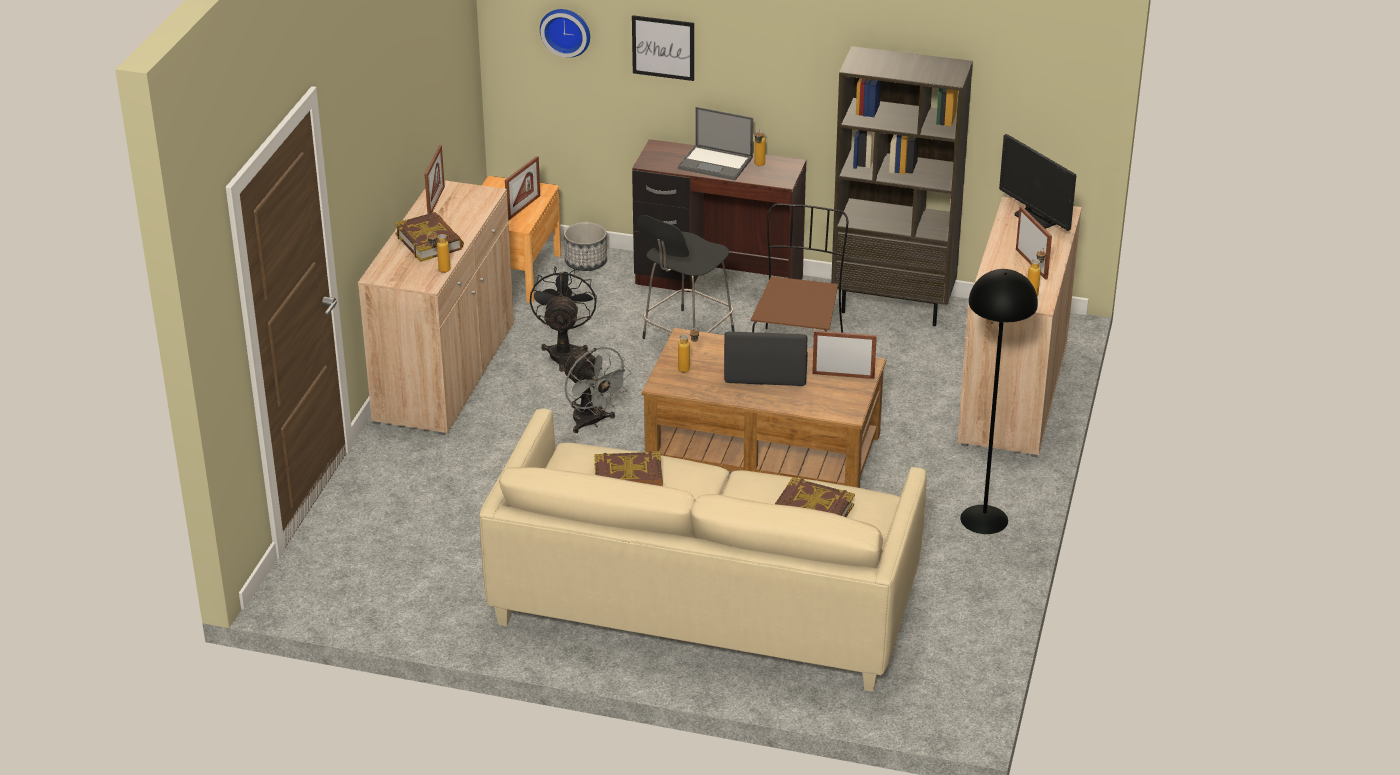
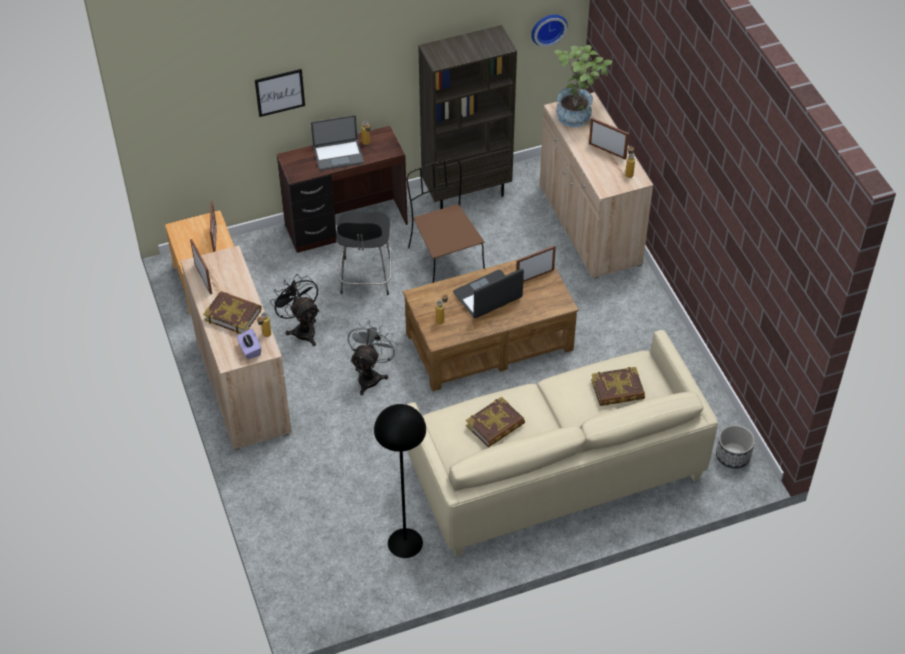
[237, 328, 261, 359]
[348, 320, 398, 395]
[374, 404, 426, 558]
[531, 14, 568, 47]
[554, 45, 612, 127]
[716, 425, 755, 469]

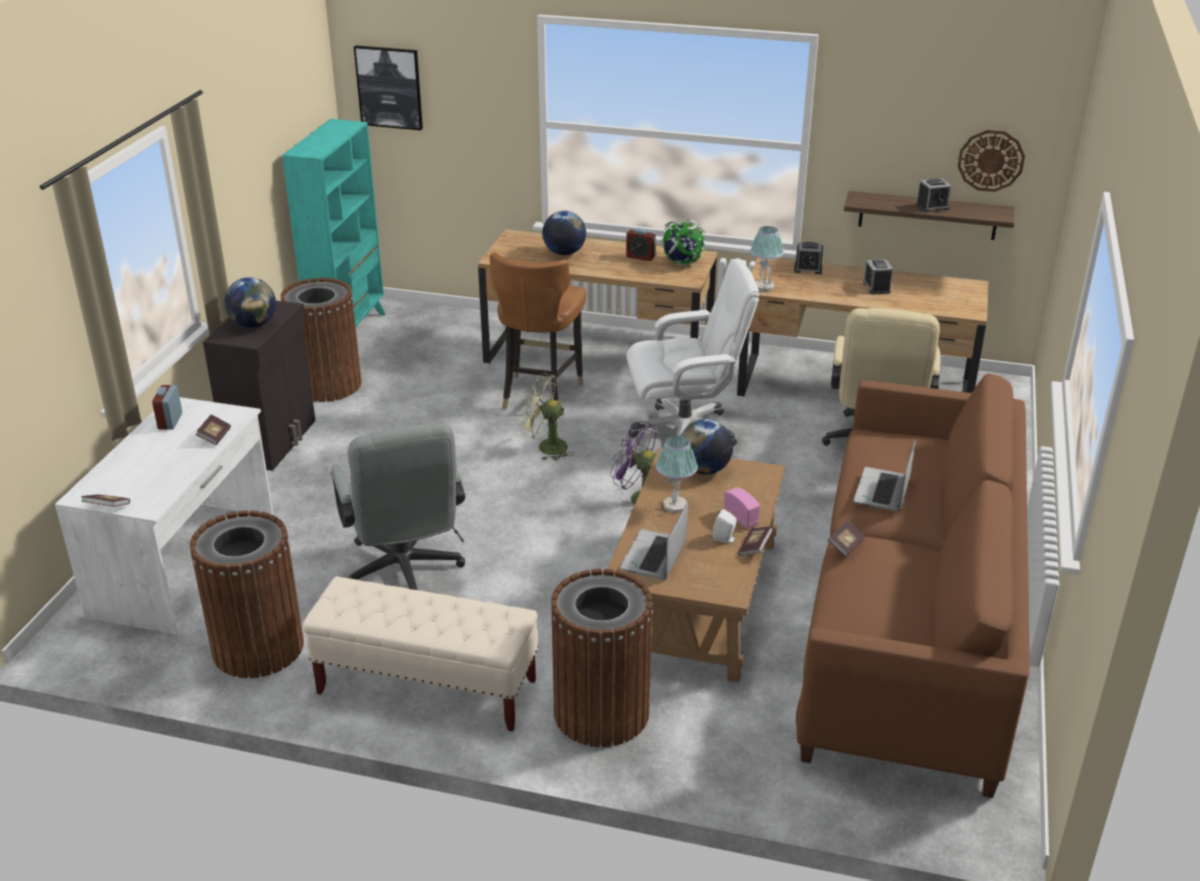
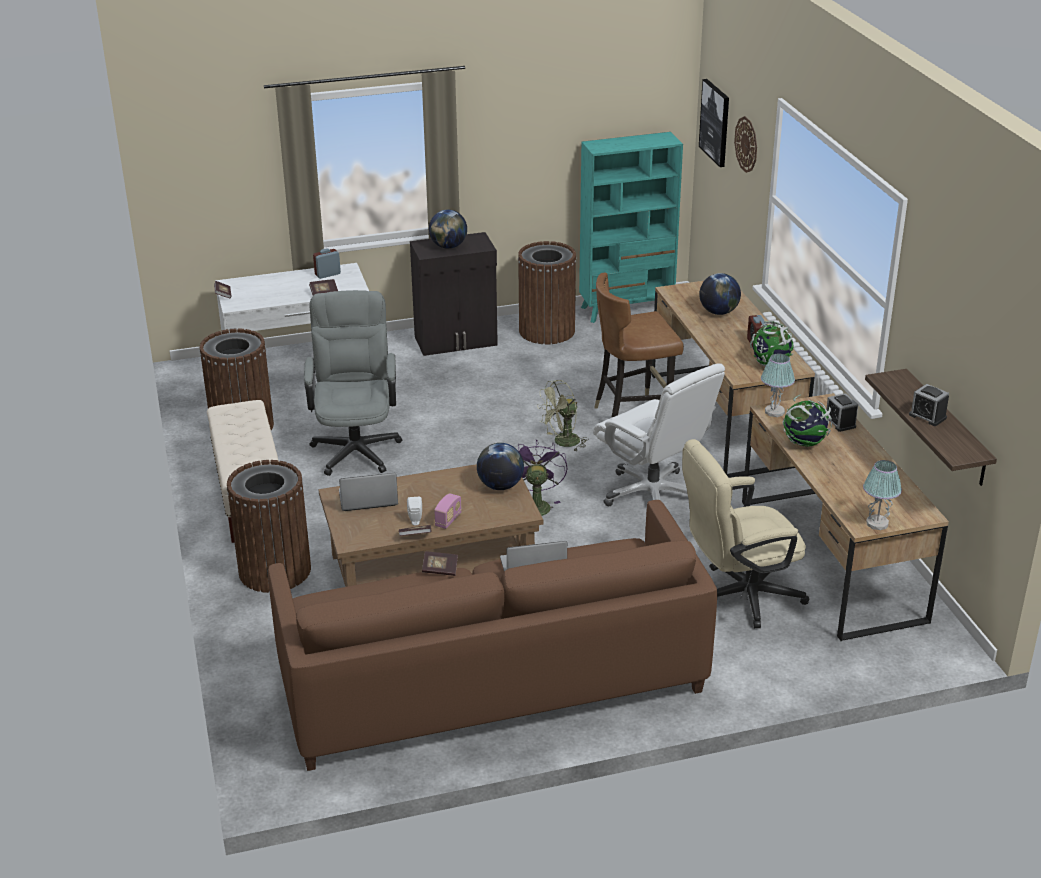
[304, 290, 402, 476]
[537, 380, 589, 452]
[734, 116, 757, 173]
[783, 395, 832, 447]
[863, 460, 902, 530]
[863, 259, 893, 295] (first image)

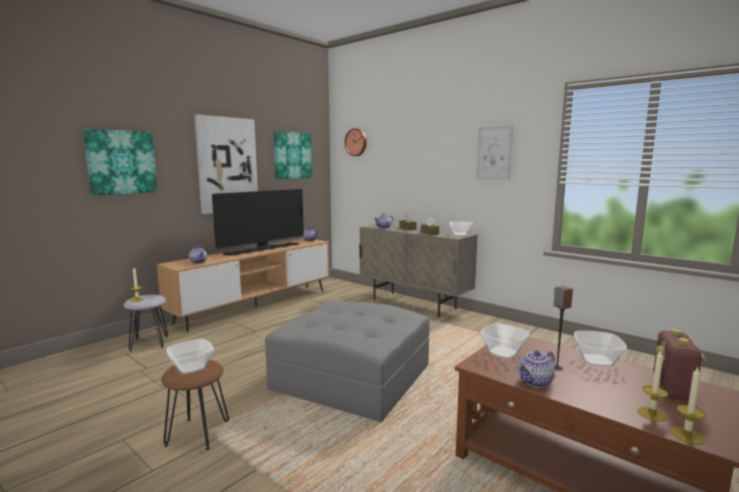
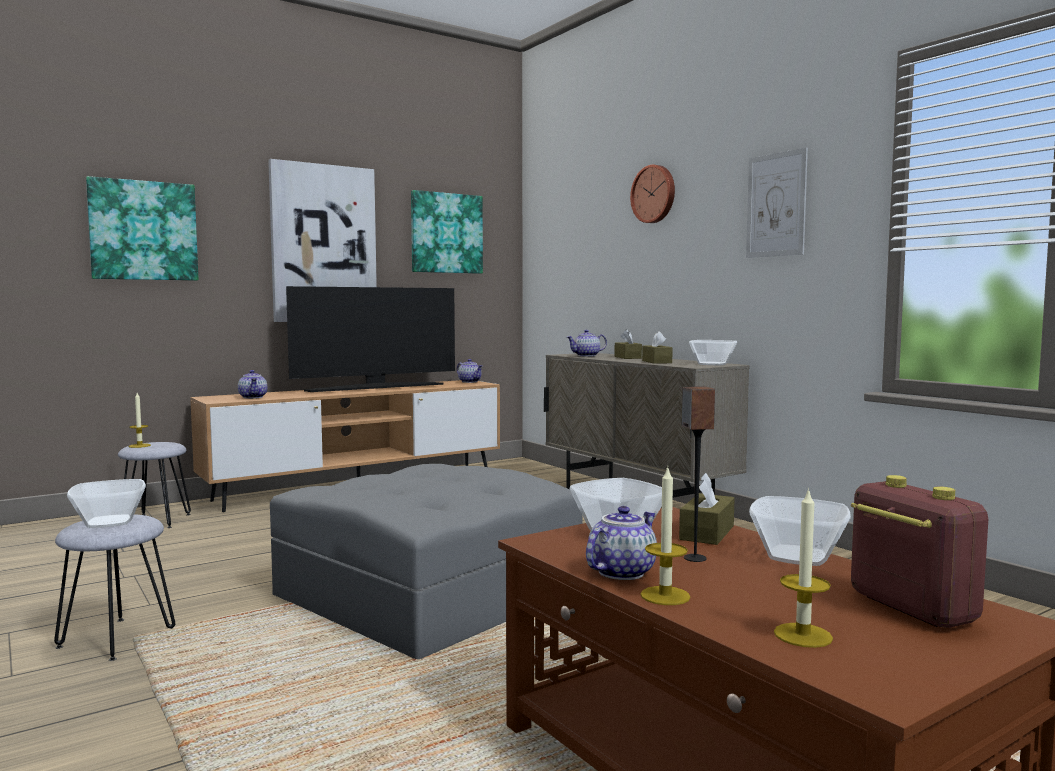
[54, 514, 175, 661]
[586, 506, 657, 580]
[630, 165, 675, 223]
[640, 467, 691, 605]
[679, 473, 735, 545]
[851, 475, 988, 628]

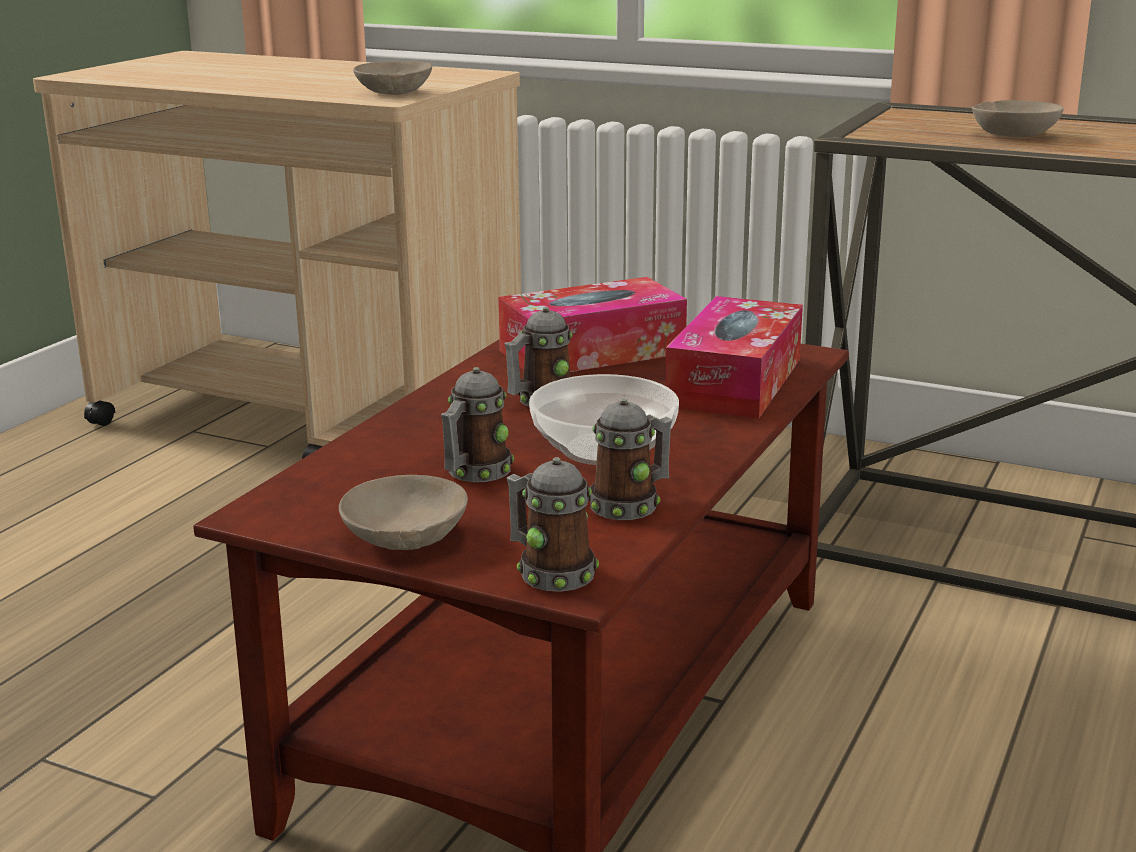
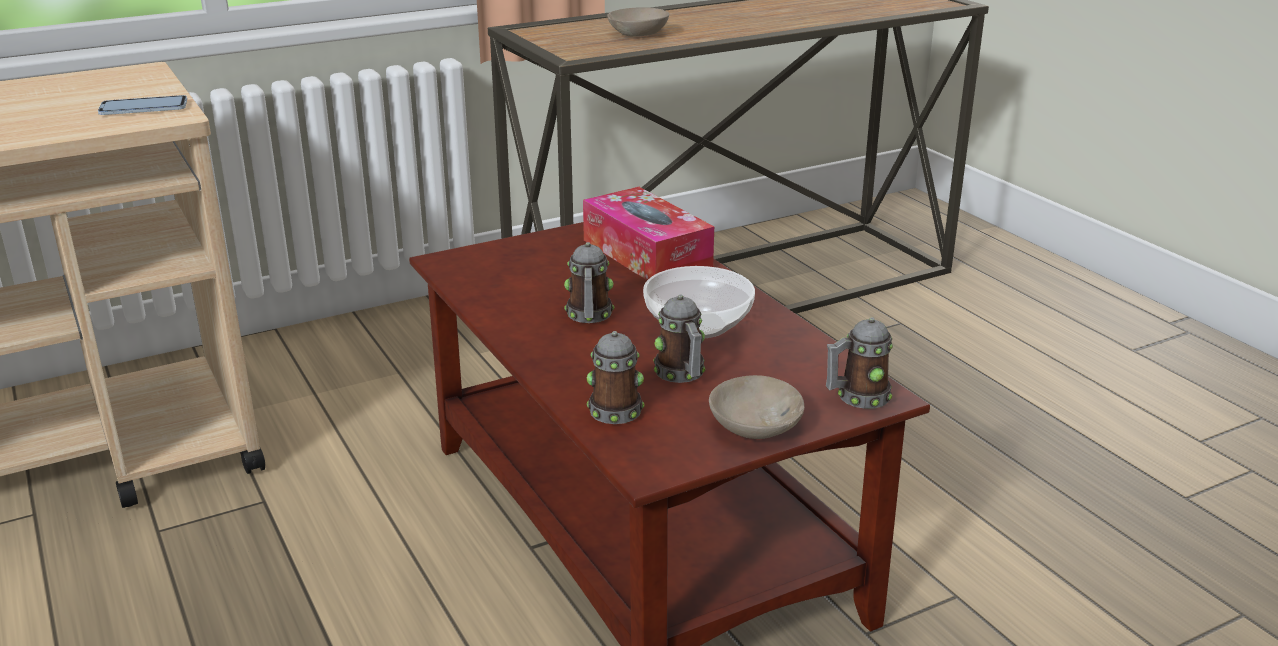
[98, 95, 187, 115]
[586, 331, 645, 424]
[498, 277, 687, 372] (first image)

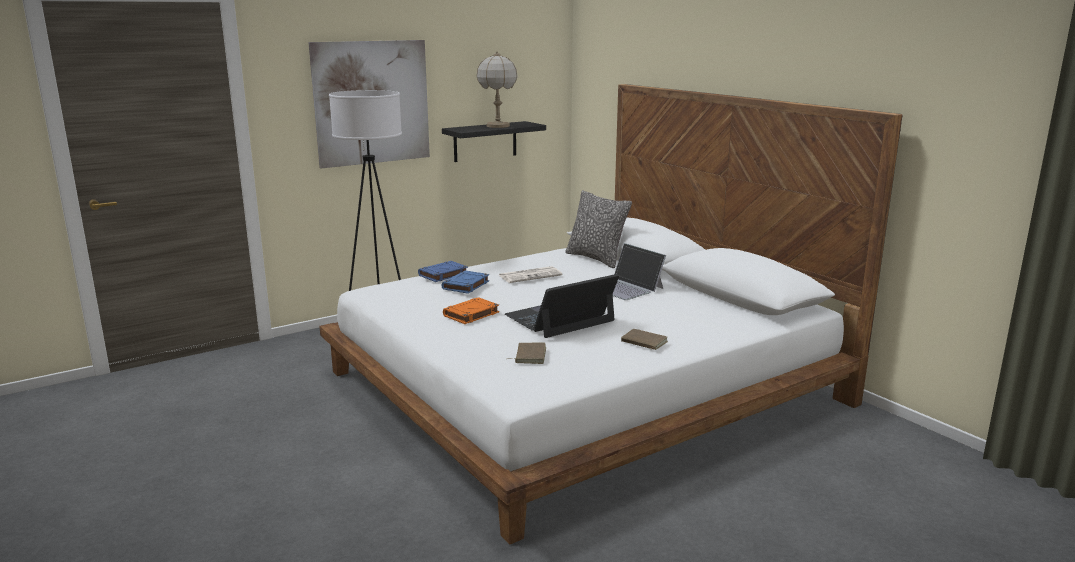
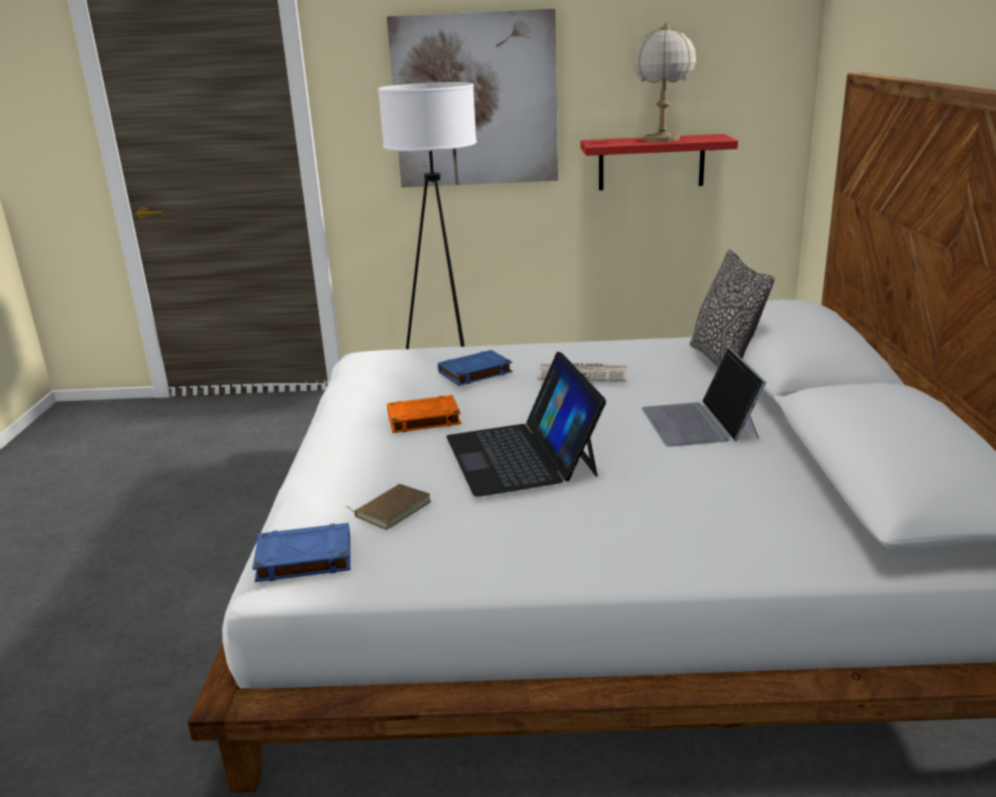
[252, 523, 350, 582]
[446, 352, 606, 497]
[580, 134, 738, 190]
[621, 329, 668, 350] (first image)

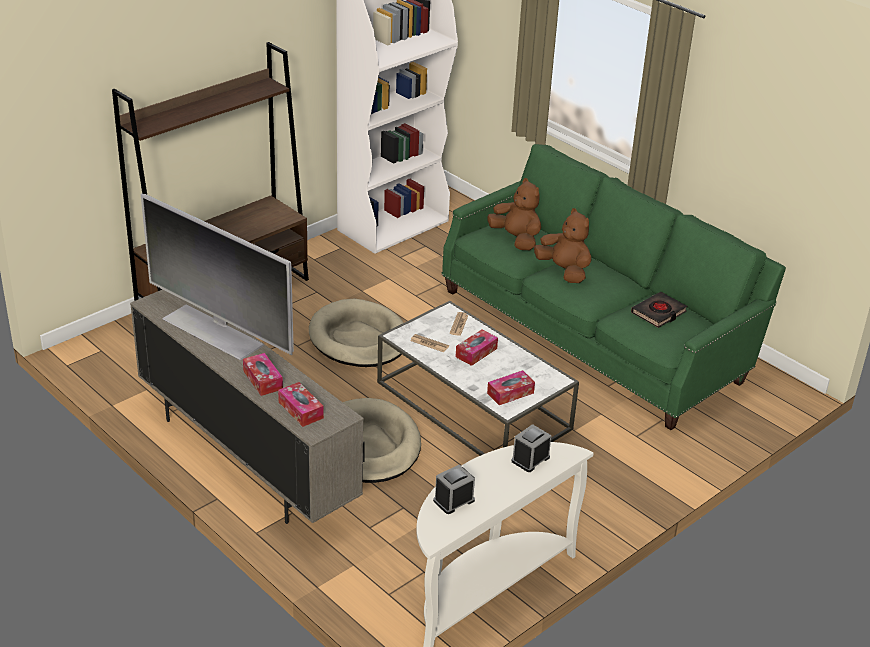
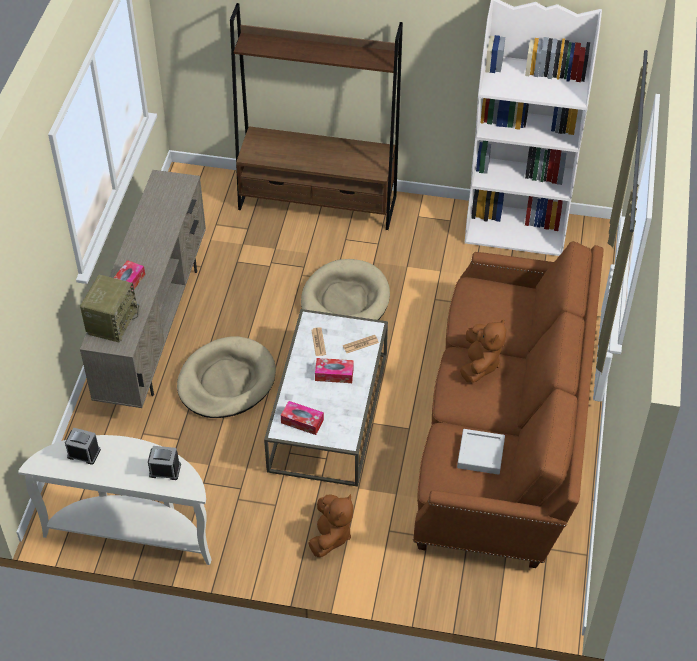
[80, 275, 139, 343]
[309, 494, 353, 557]
[413, 241, 603, 568]
[457, 429, 505, 475]
[141, 194, 294, 360] (first image)

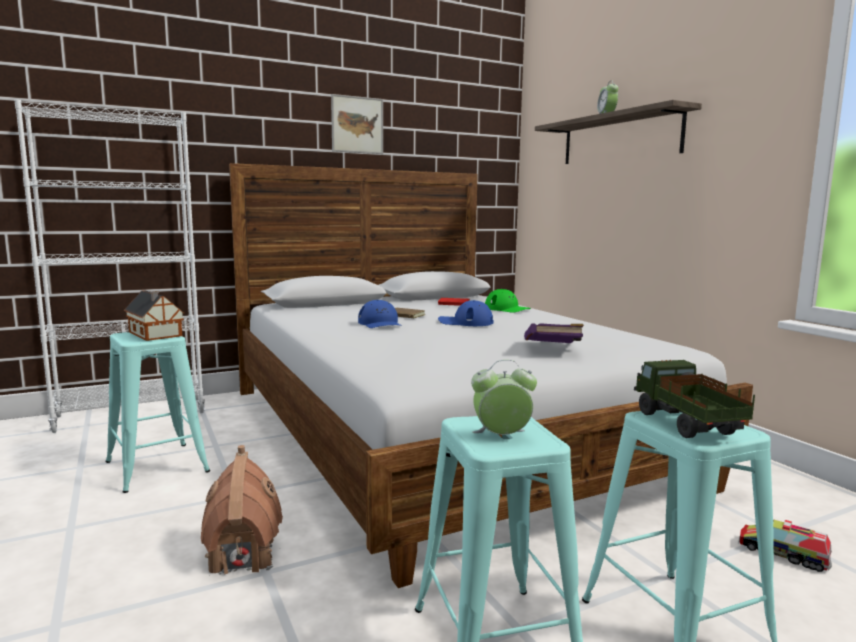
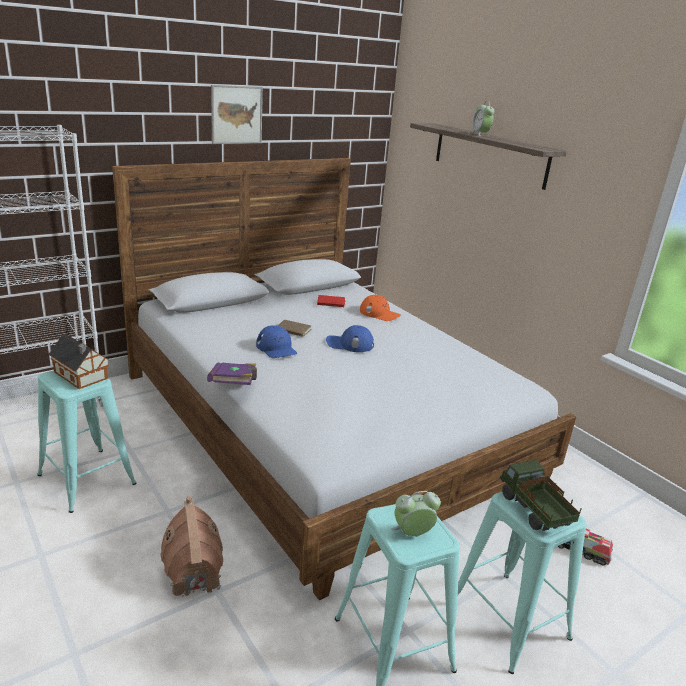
[207, 363, 257, 385]
[360, 295, 401, 321]

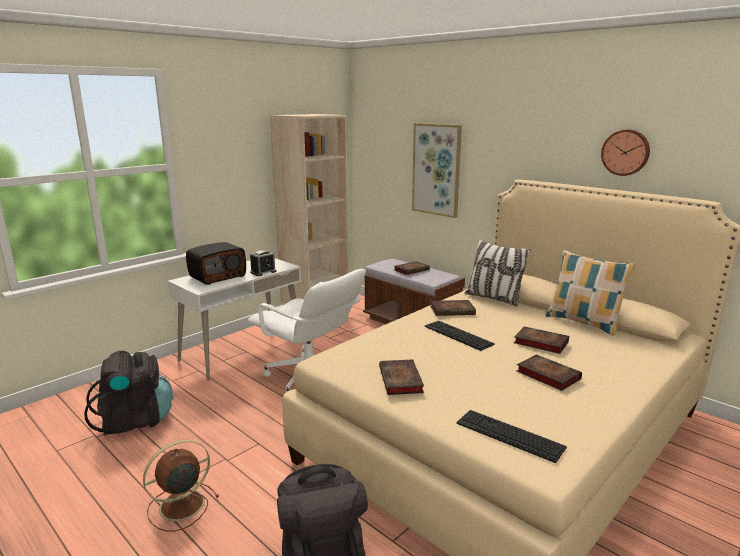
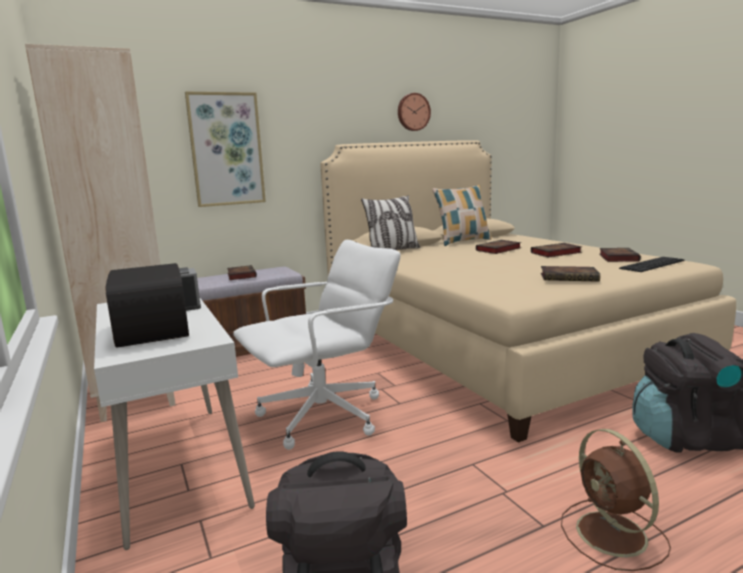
[599, 248, 641, 262]
[425, 321, 495, 351] (first image)

